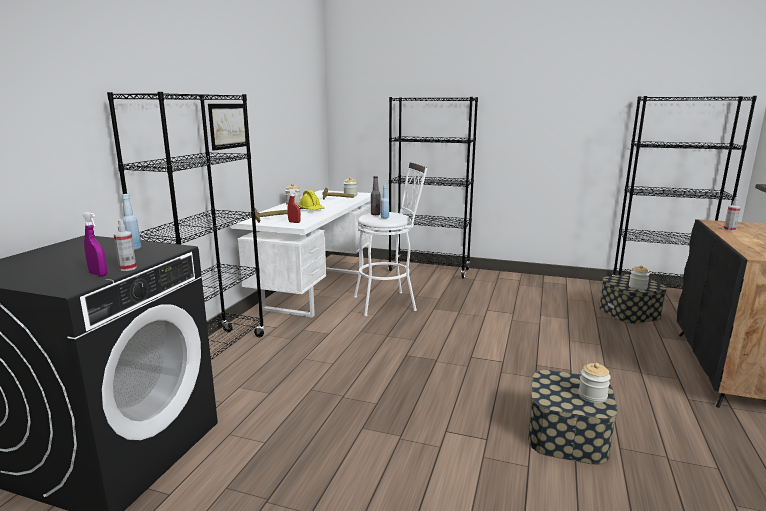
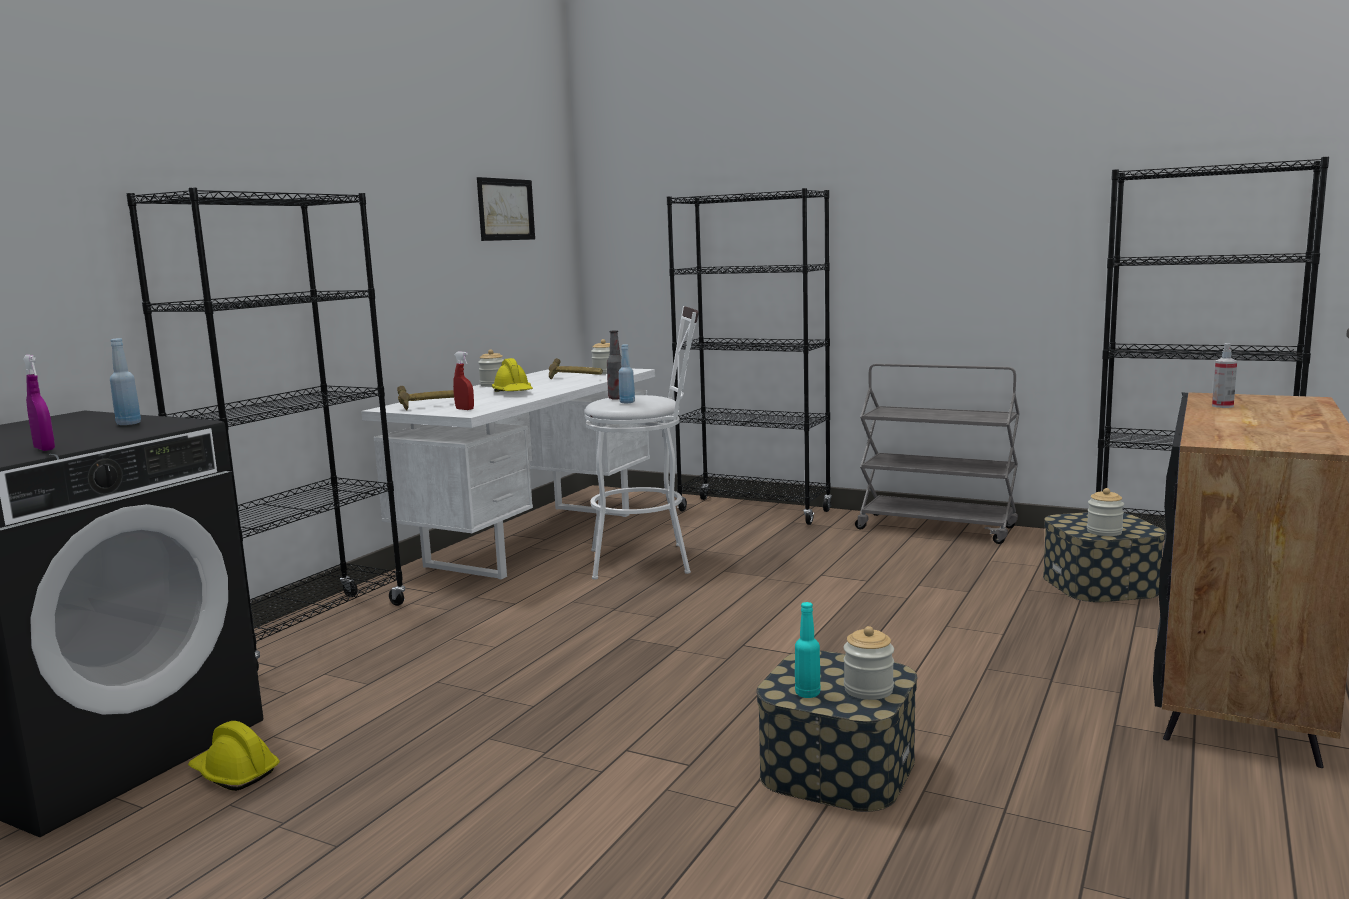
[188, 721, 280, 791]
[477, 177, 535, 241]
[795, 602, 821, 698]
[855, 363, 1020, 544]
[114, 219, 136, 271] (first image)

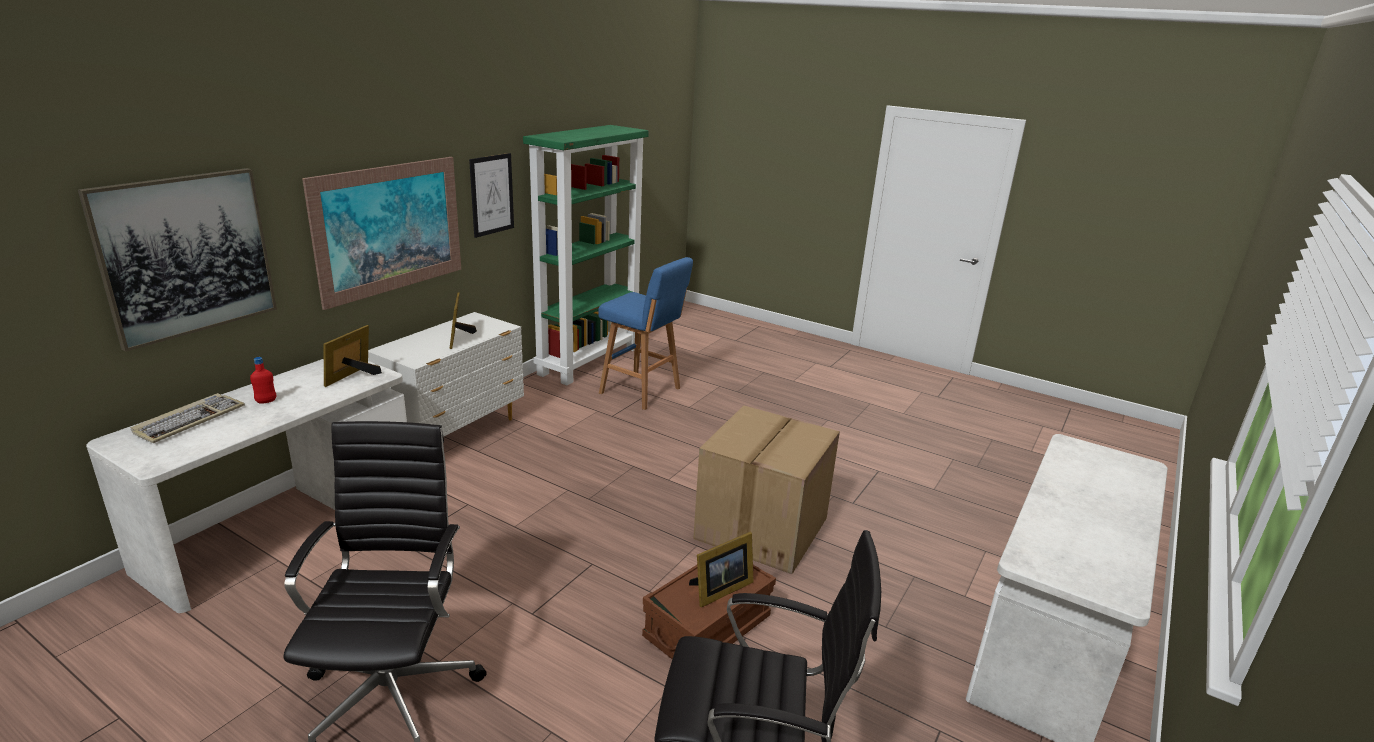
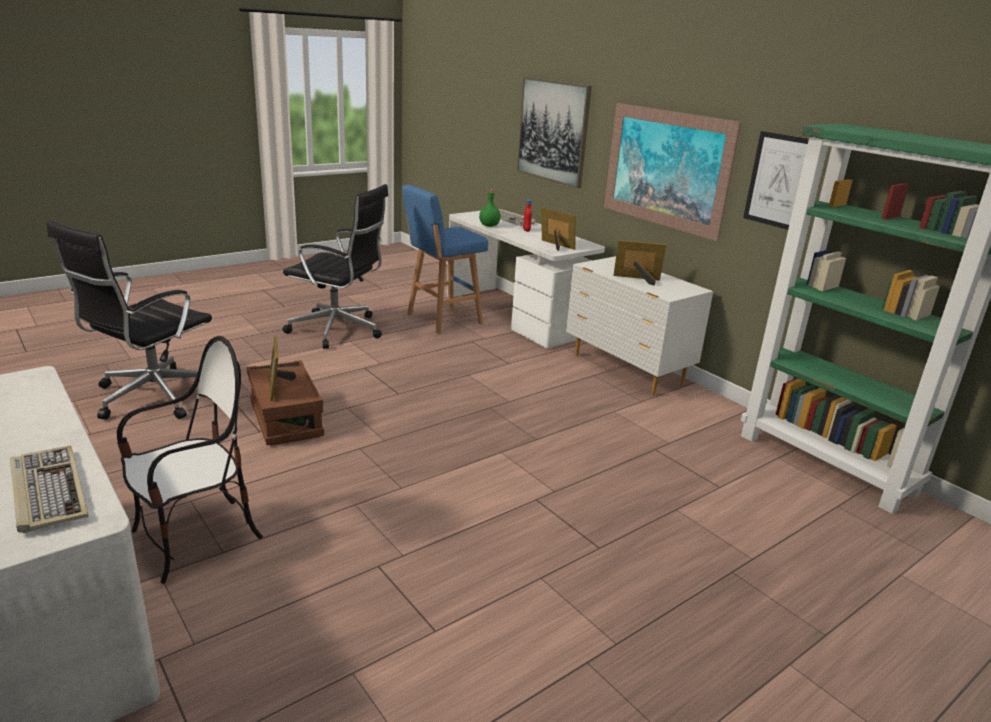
[10, 446, 88, 533]
[117, 336, 263, 584]
[402, 185, 488, 334]
[479, 189, 501, 227]
[693, 405, 840, 574] (first image)

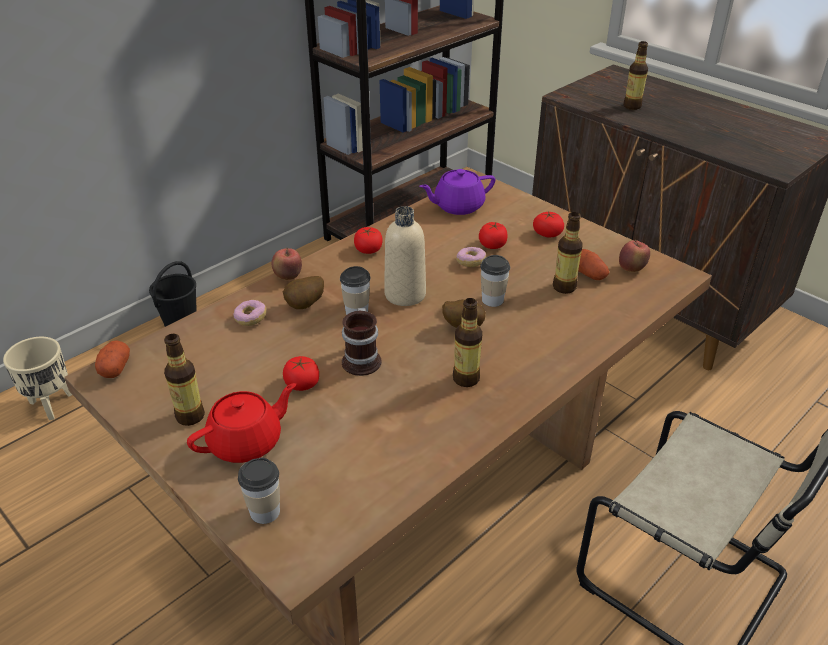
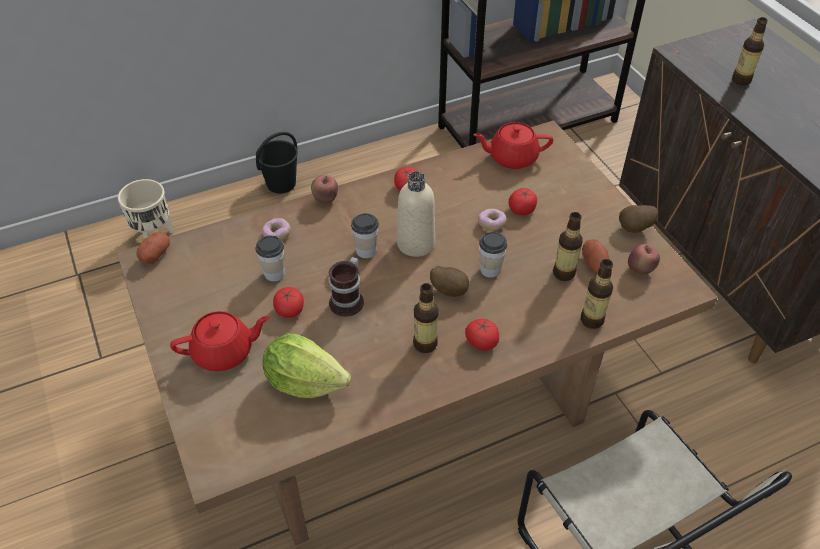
[256, 236, 285, 282]
[262, 333, 351, 398]
[465, 319, 499, 351]
[473, 122, 553, 169]
[581, 259, 613, 329]
[619, 205, 658, 233]

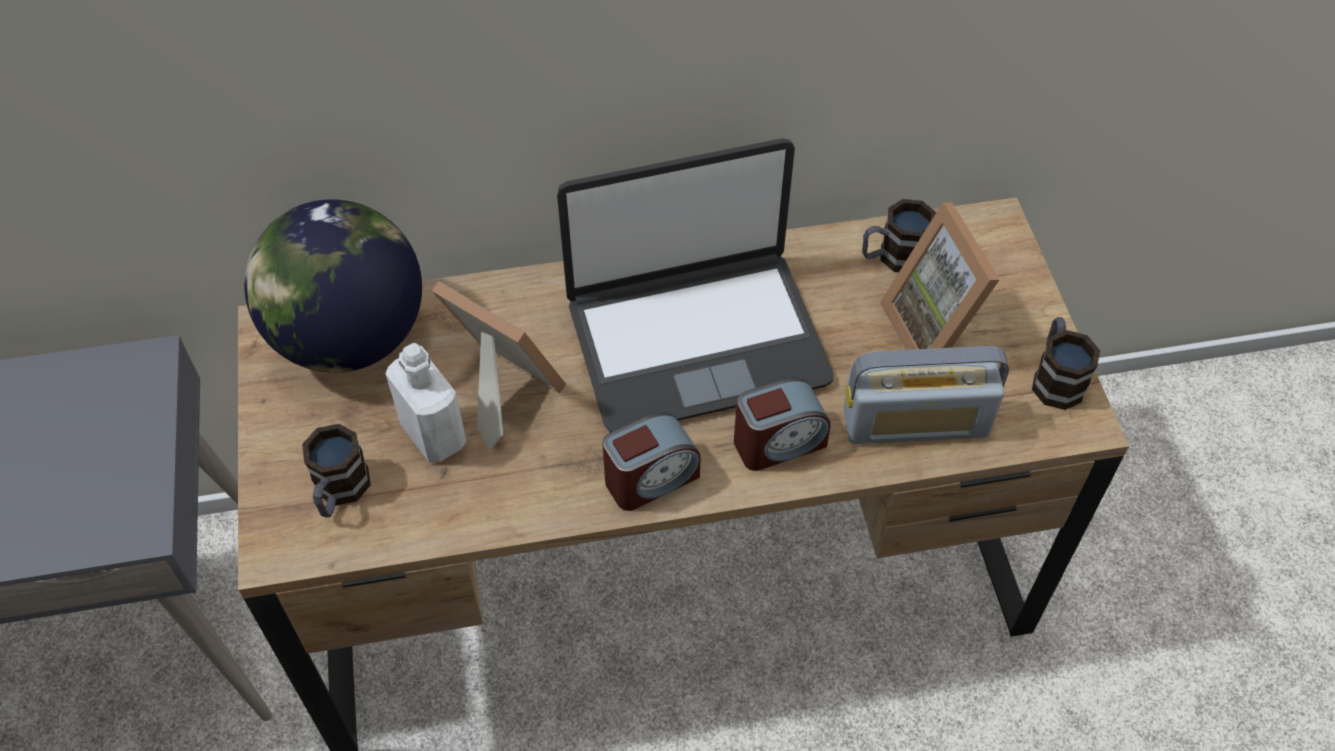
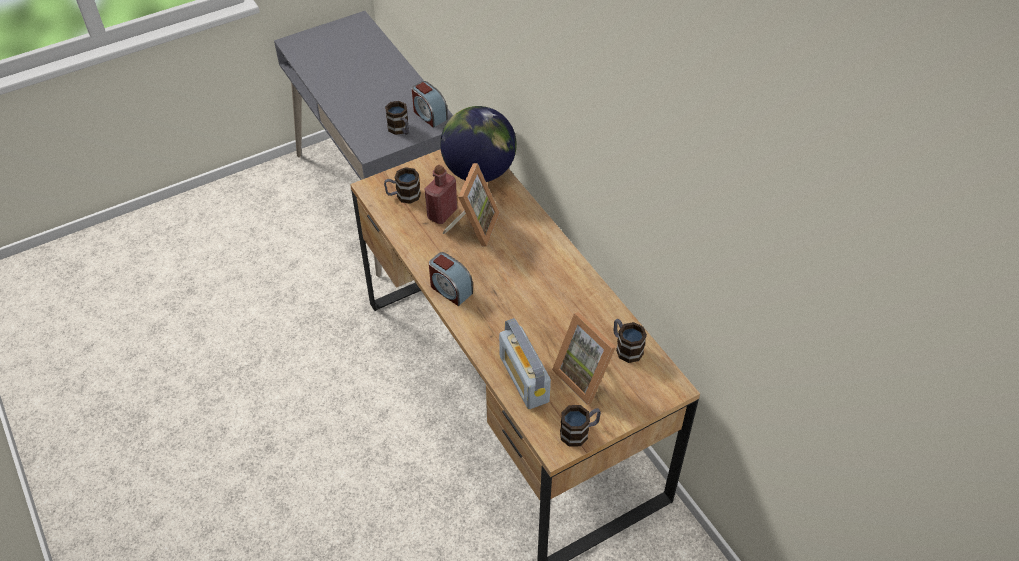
[385, 101, 409, 135]
[412, 81, 448, 128]
[425, 165, 457, 224]
[552, 312, 616, 405]
[557, 138, 834, 432] (first image)

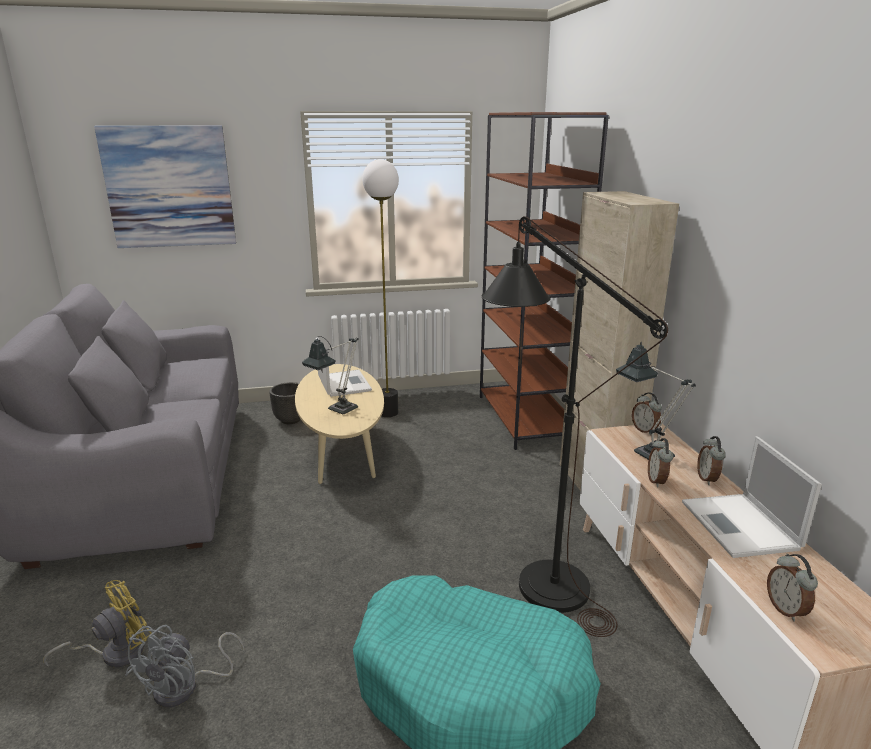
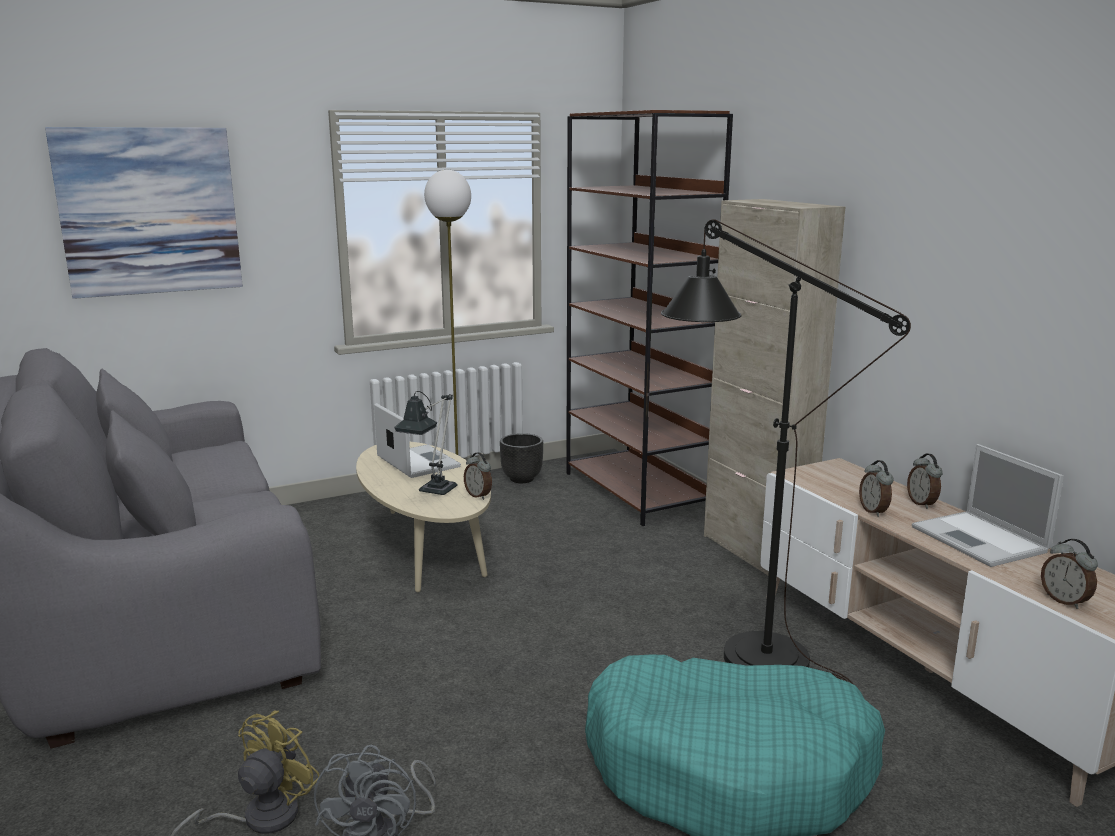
[464, 452, 492, 500]
[500, 433, 543, 483]
[616, 342, 696, 460] (first image)

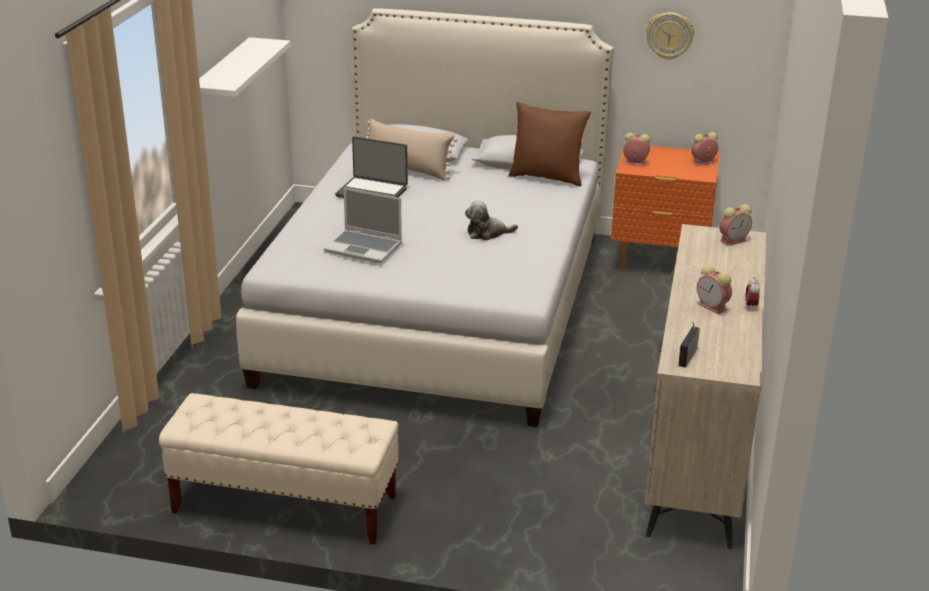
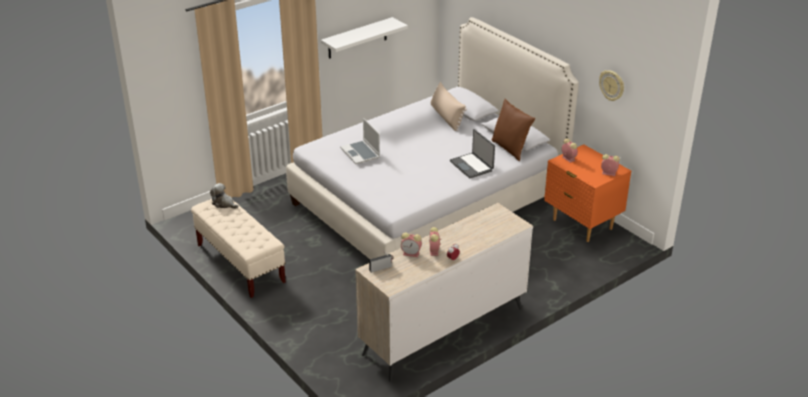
[210, 183, 238, 209]
[401, 233, 422, 257]
[450, 129, 495, 178]

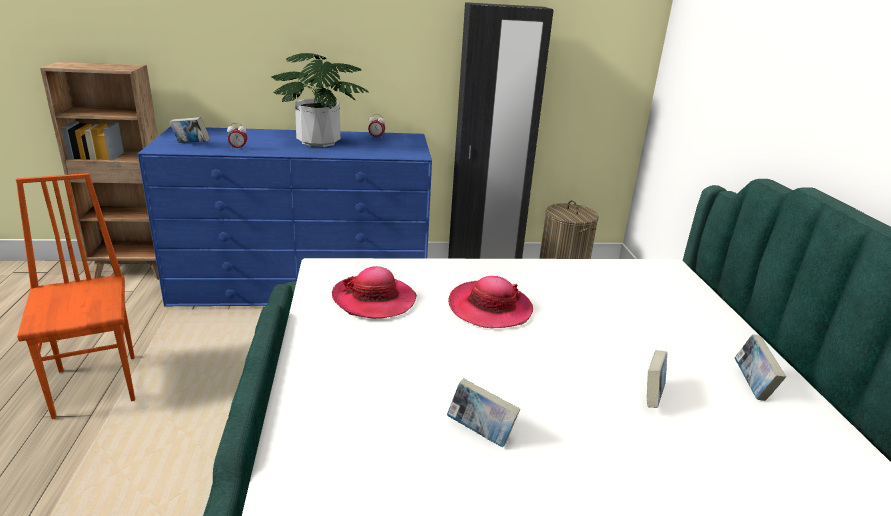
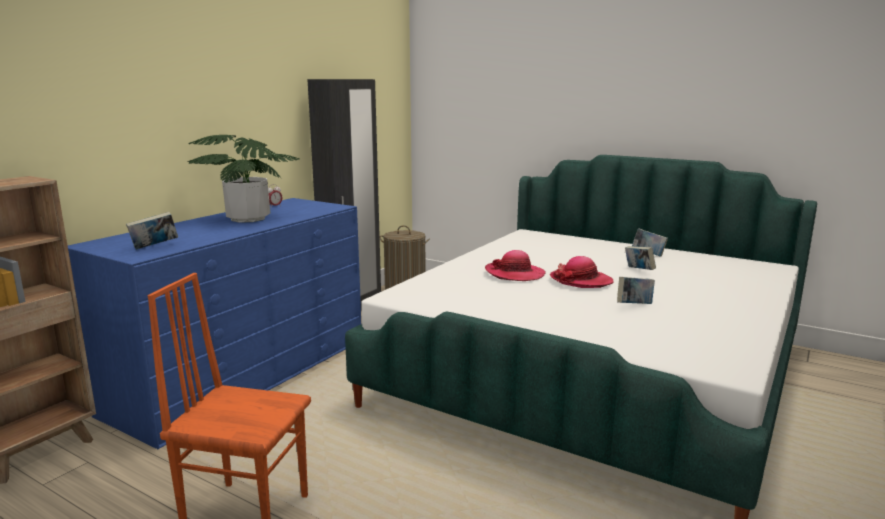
[550, 256, 614, 288]
[227, 123, 247, 150] (first image)

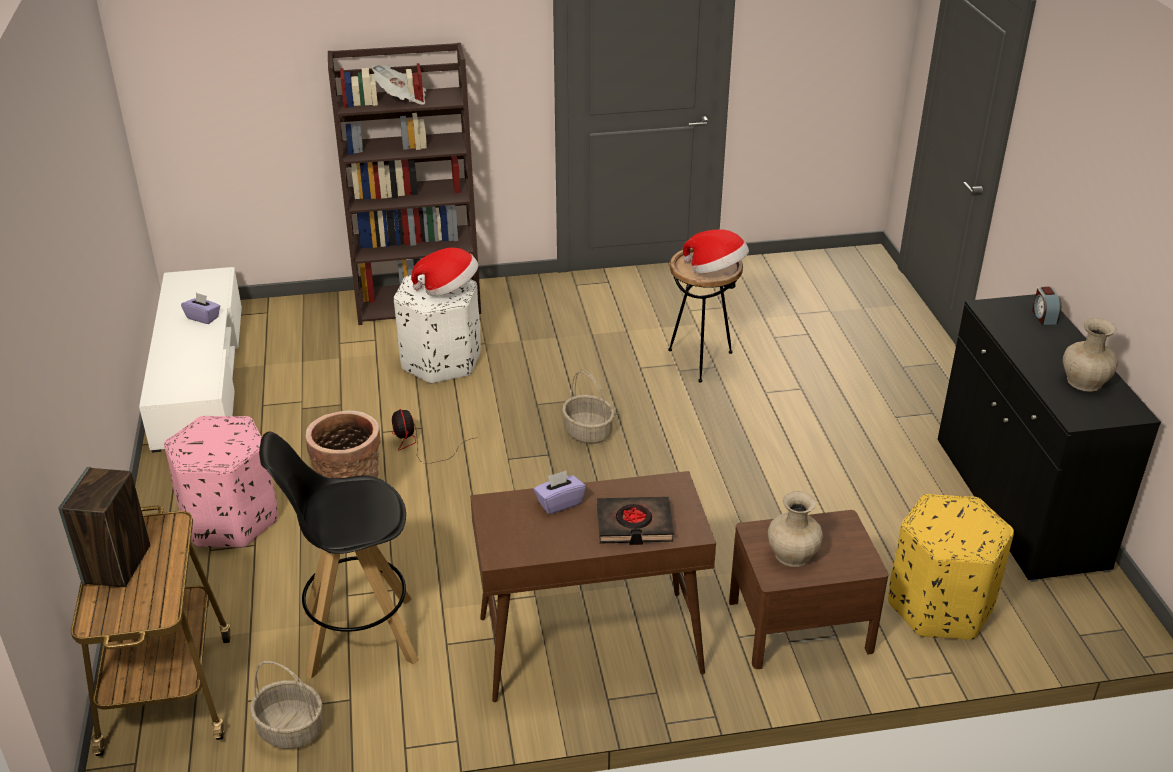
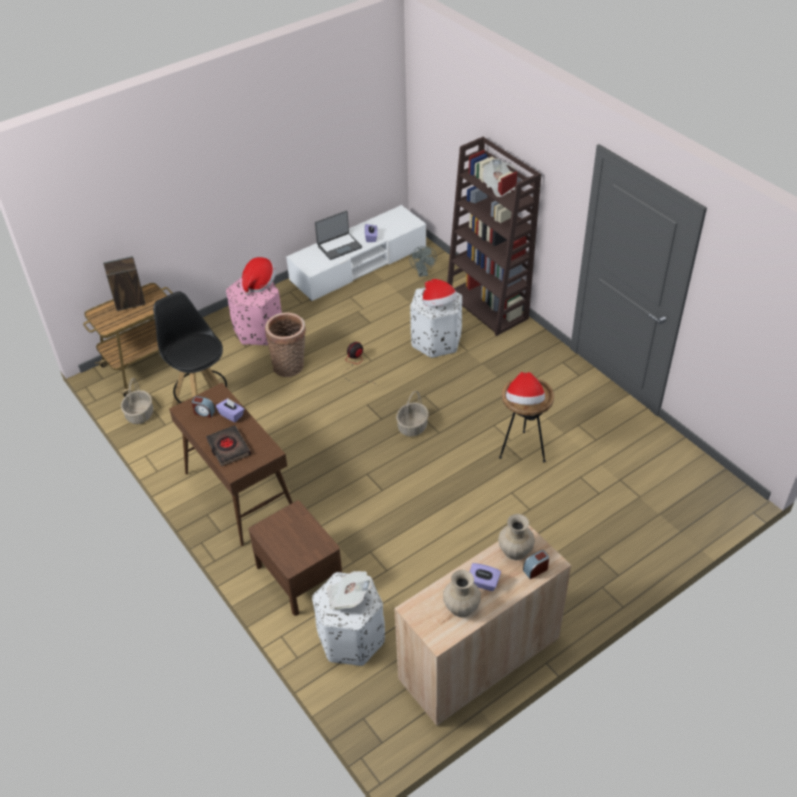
[191, 396, 215, 418]
[242, 257, 276, 295]
[312, 572, 385, 666]
[315, 211, 362, 260]
[327, 571, 371, 609]
[394, 525, 571, 726]
[409, 246, 437, 277]
[470, 563, 501, 591]
[498, 514, 535, 560]

